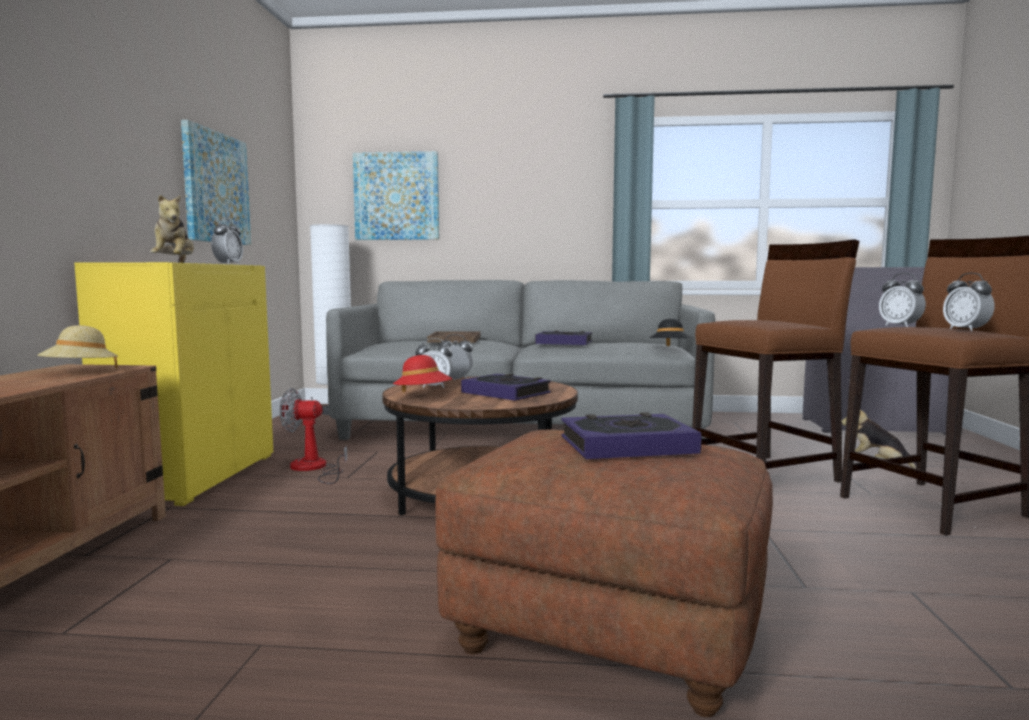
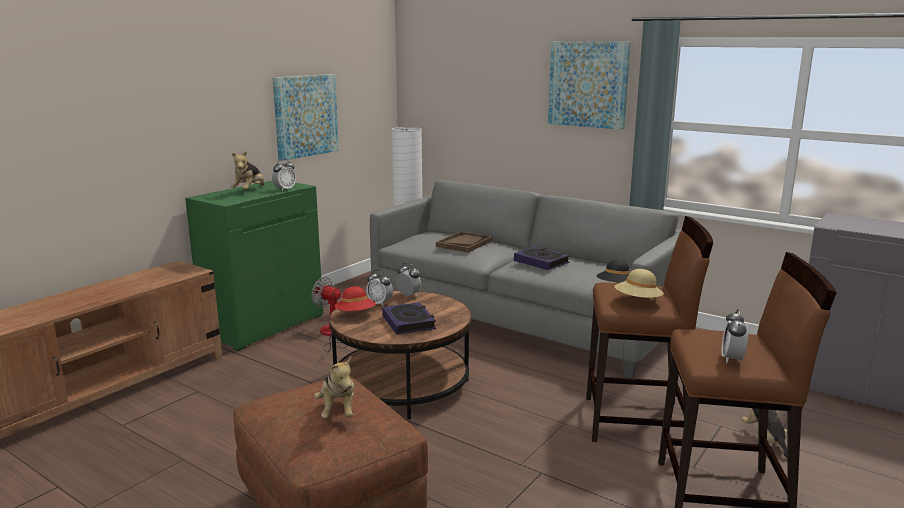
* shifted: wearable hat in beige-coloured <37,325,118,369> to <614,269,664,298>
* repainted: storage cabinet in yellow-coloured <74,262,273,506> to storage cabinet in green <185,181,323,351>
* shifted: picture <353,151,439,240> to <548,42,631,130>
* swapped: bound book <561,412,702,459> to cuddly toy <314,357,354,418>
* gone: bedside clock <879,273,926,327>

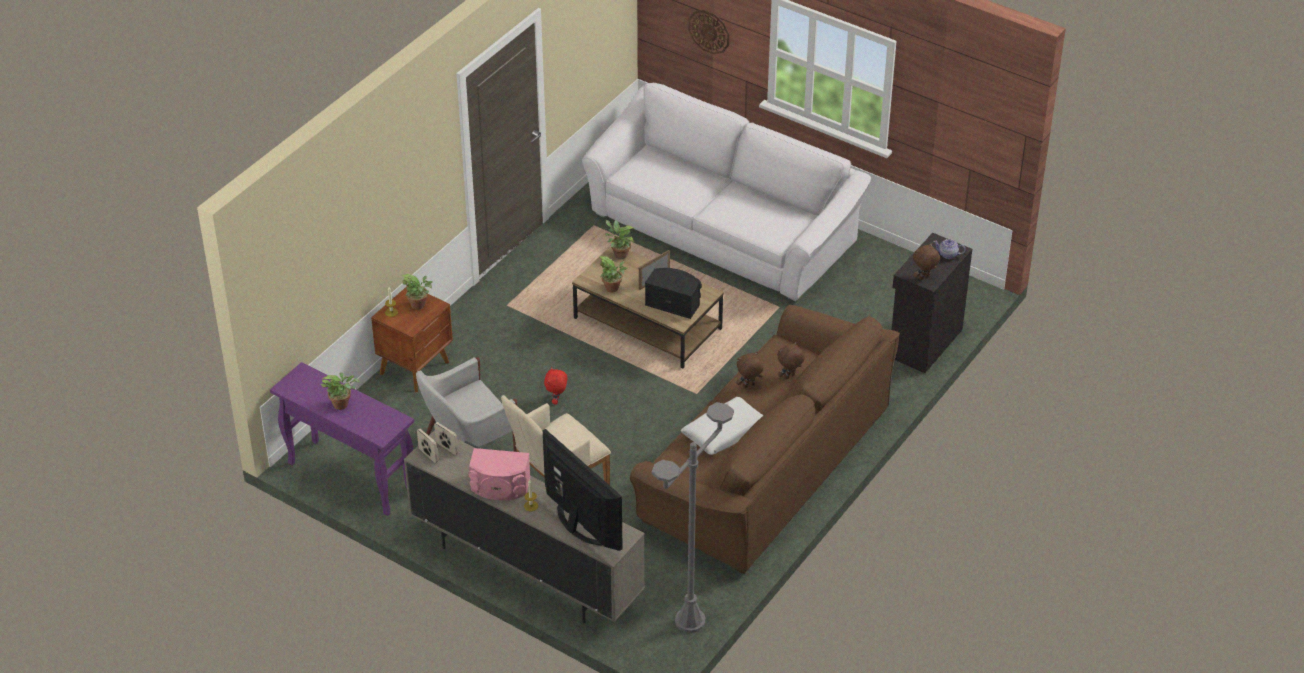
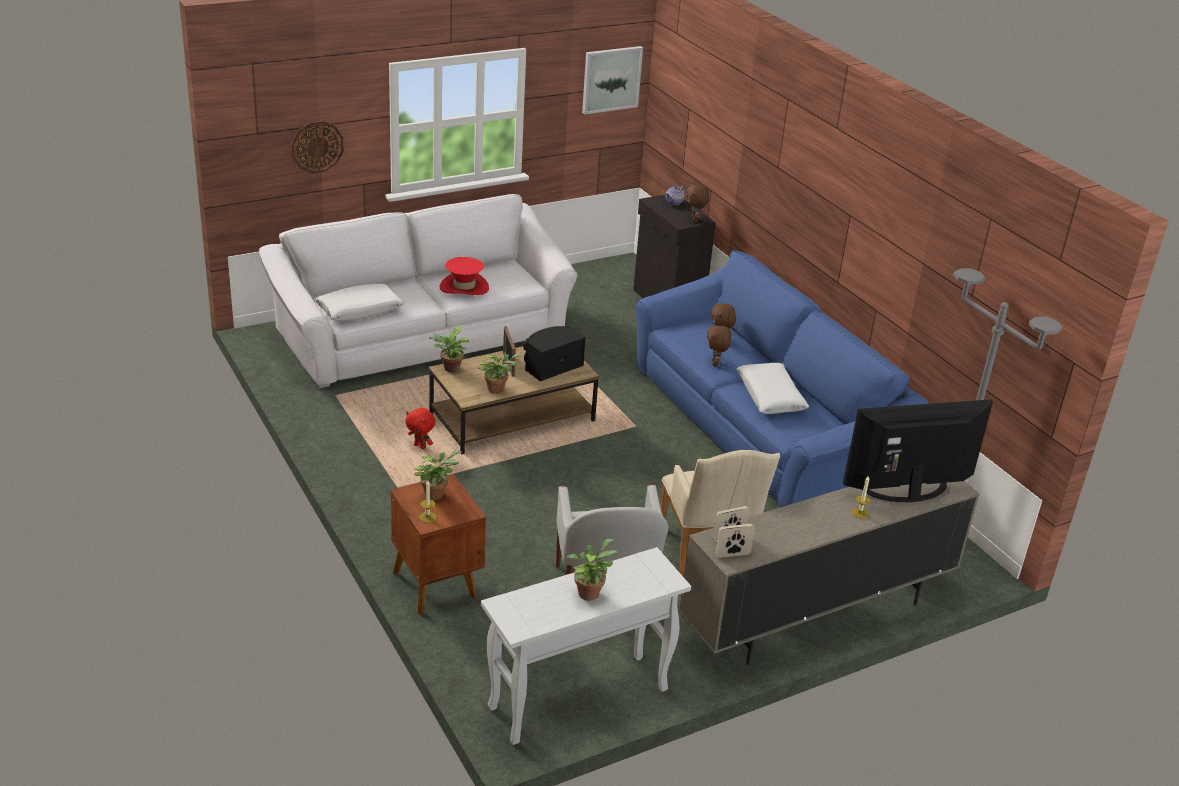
* repainted: narrow table in purple-coloured <270,362,414,516> to narrow table in whitish <481,547,691,745>
* gone: audio speaker in pink-coloured <468,448,530,500>
* shifted: cuddly toy in red <544,367,568,405> to <405,408,435,449>
* repainted: settee in brownish <630,305,900,574> to settee in blue <635,250,929,507>
* new: throw pillow in whitish <315,284,404,321>
* new: wearable hat in red <440,257,489,295>
* new: picture <582,46,643,115>

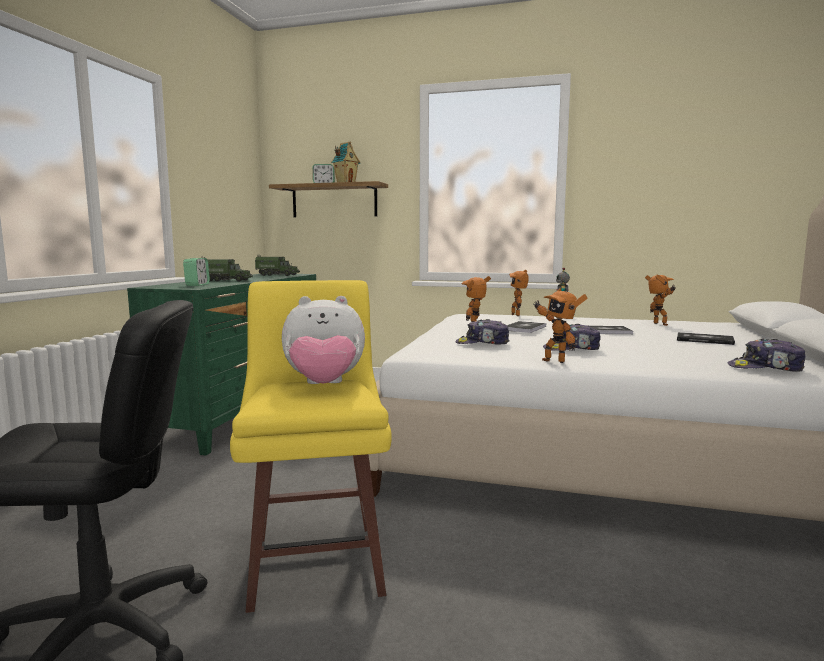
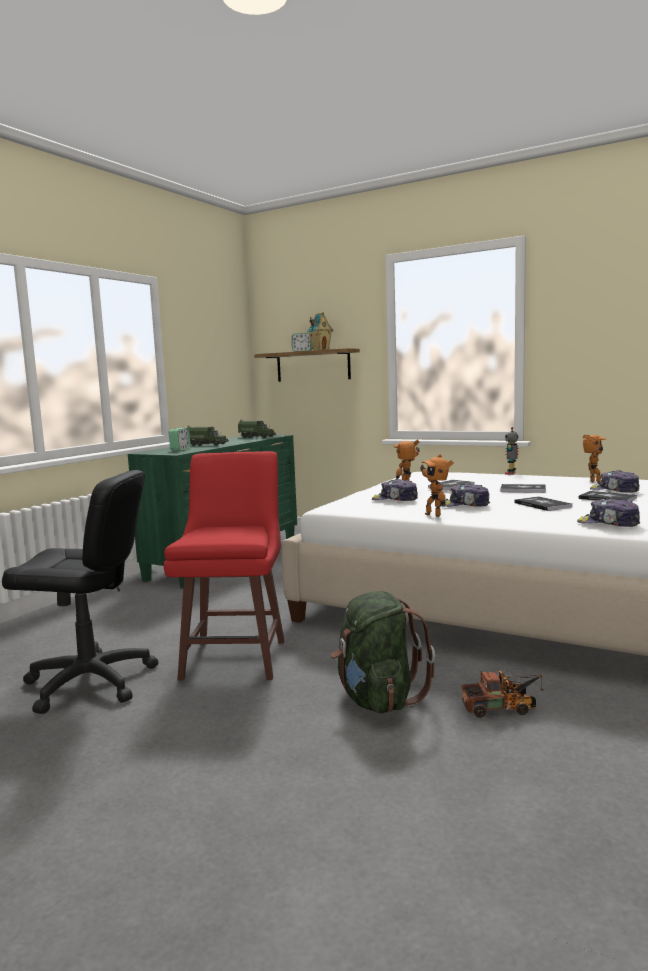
* repainted: stool seat in yellow-coloured <230,280,392,613> to stool seat in red <164,451,285,680>
* gone: cuddly toy <282,296,365,384>
* gone: robot figure <509,270,529,316>
* new: backpack in green <331,591,435,713>
* new: model truck <462,670,544,718>
* new: bound book <514,496,573,511>
* new: cap <590,471,640,493>

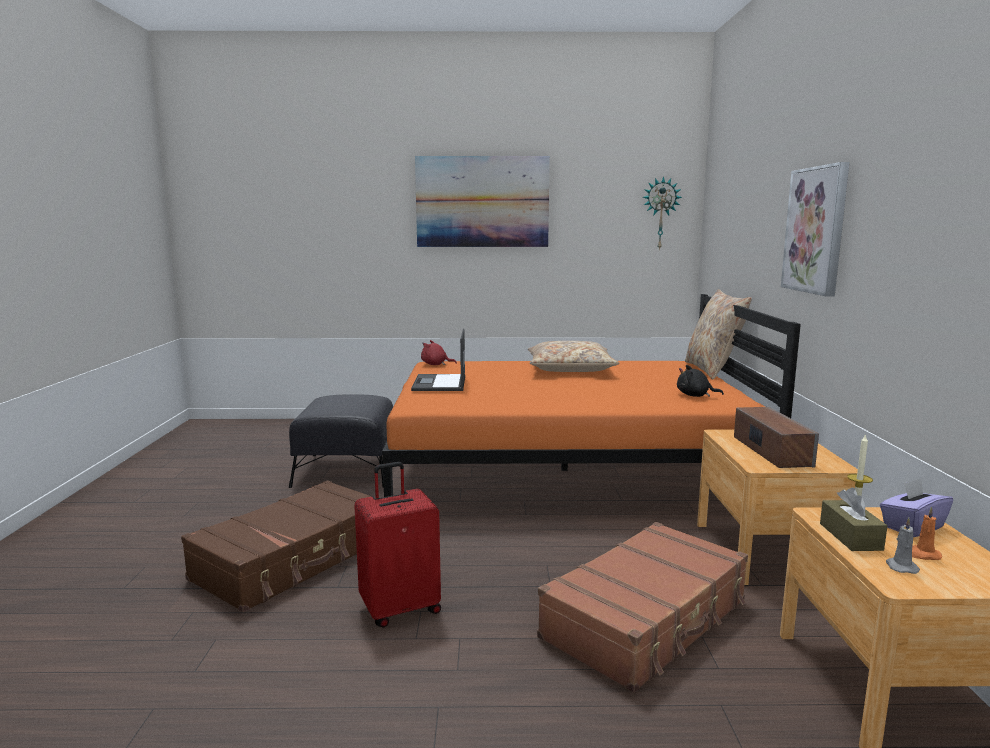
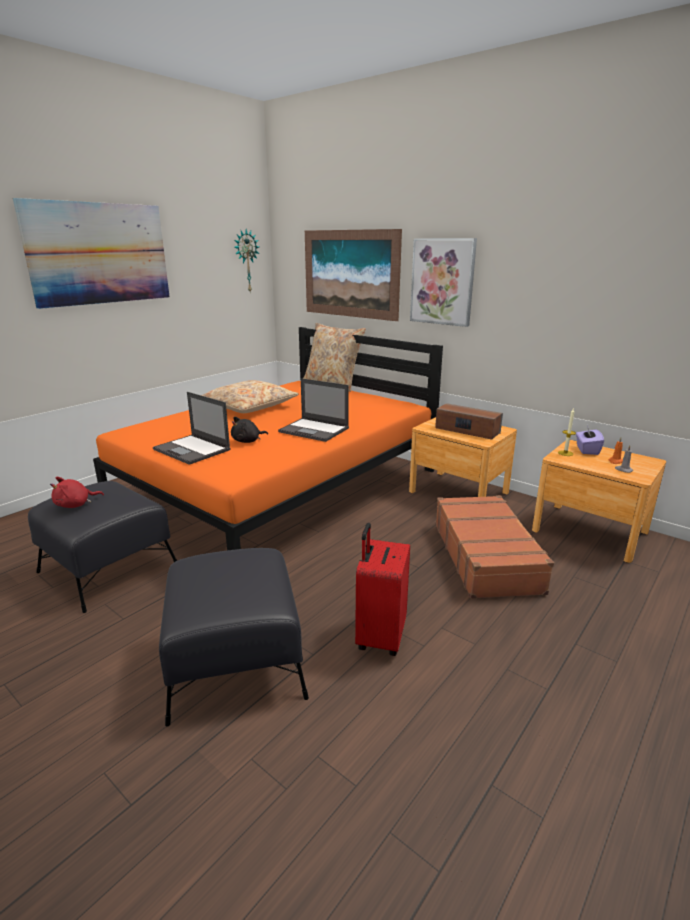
* swapped: travel case in brownish <181,480,376,612> to footrest in black-coloured <159,548,309,726>
* shifted: cuddly toy in red <421,340,457,365> to <50,477,104,508>
* shifted: cuddly toy in black-coloured <677,365,724,397> to <231,417,268,443>
* gone: tissue box in brownish <820,487,887,551>
* new: portable computer <278,378,349,442>
* new: picture <305,229,402,321>

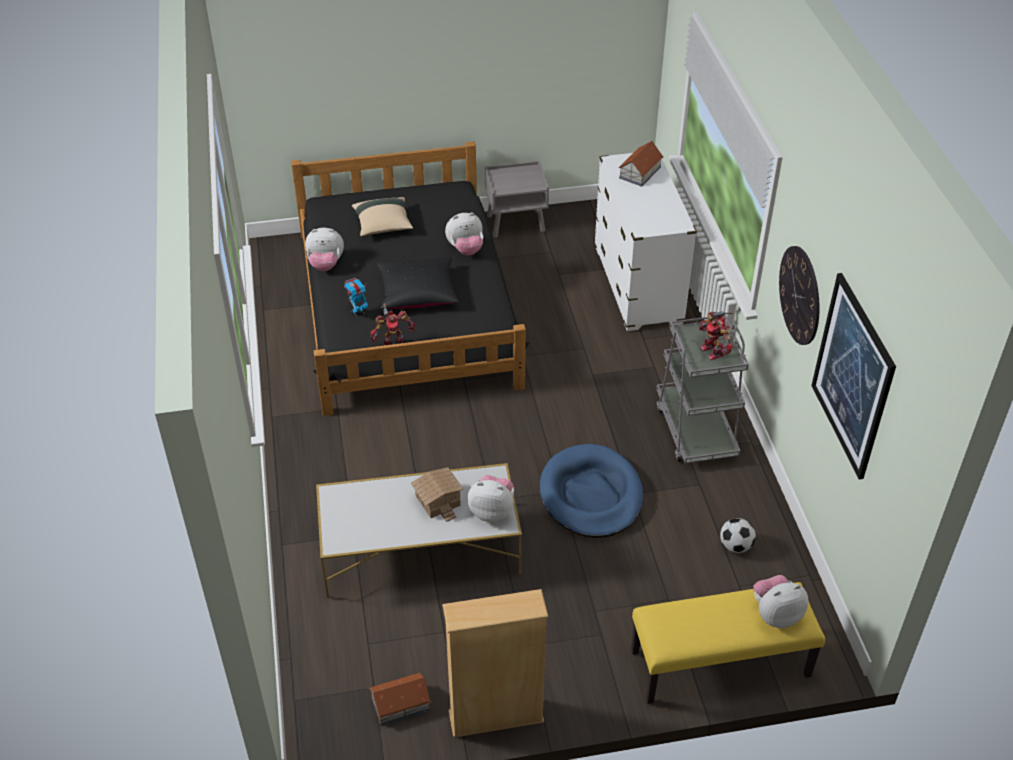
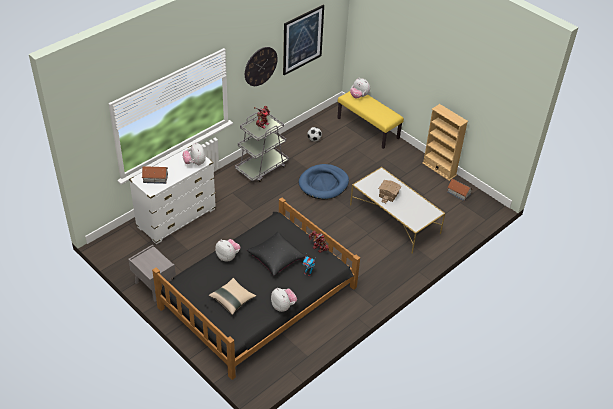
* shifted: cuddly toy <467,475,514,522> to <183,142,206,165>

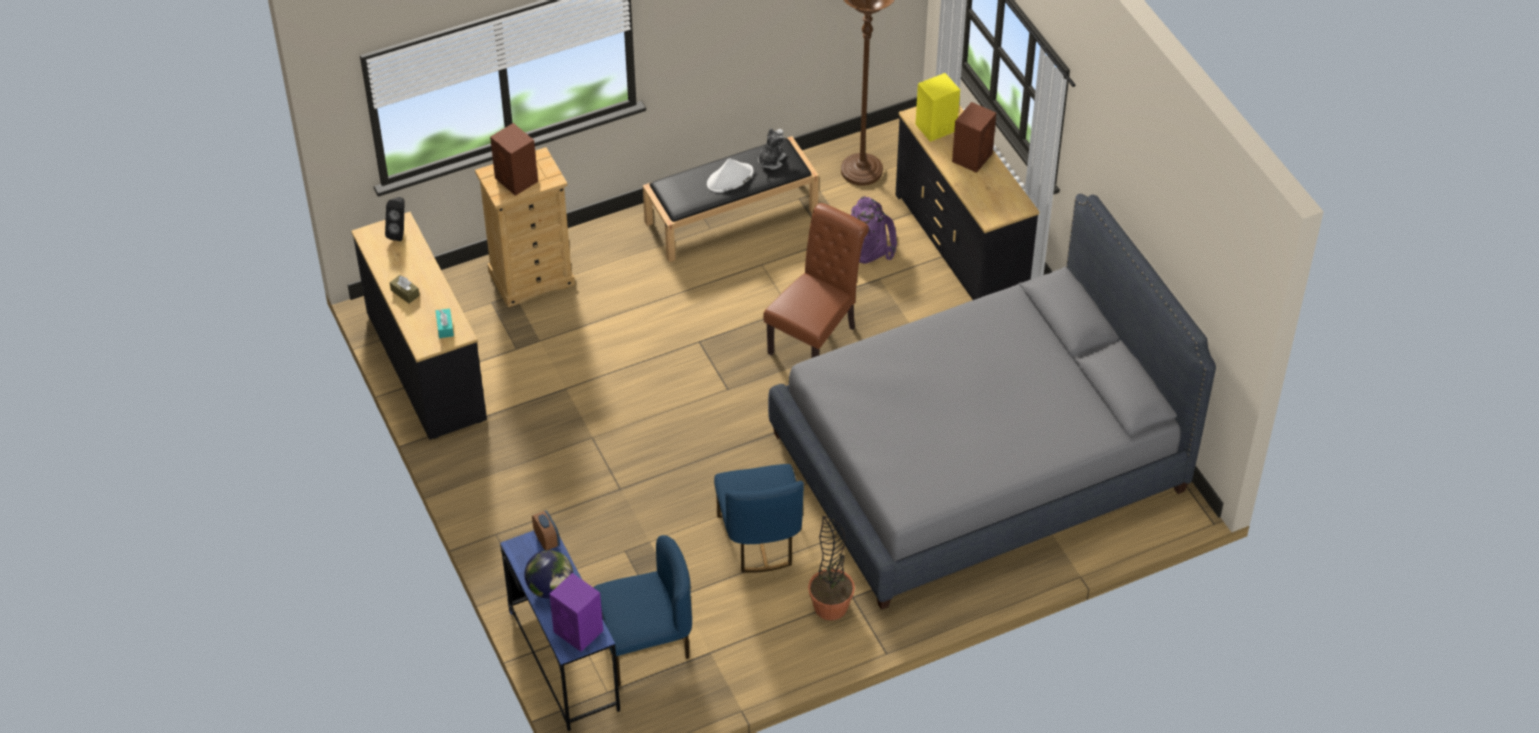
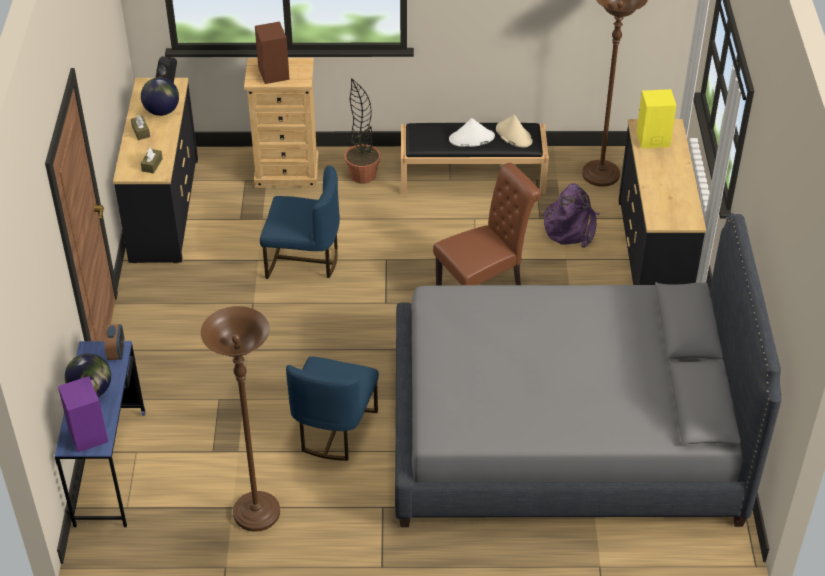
* repainted: tissue box in blue-green <436,309,454,338> to tissue box in brownish <141,148,163,174>
* shifted: upright chair in blue <593,535,692,687> to <260,166,340,279>
* swapped: cuddly toy <758,128,786,170> to wearable hat in beige-coloured <496,115,532,147>
* shifted: potted plant <808,516,855,621> to <345,78,380,184>
* gone: audio speaker in brownish <952,102,996,173>
* new: globe <141,77,179,116>
* new: standard lamp in brownish <201,306,280,532>

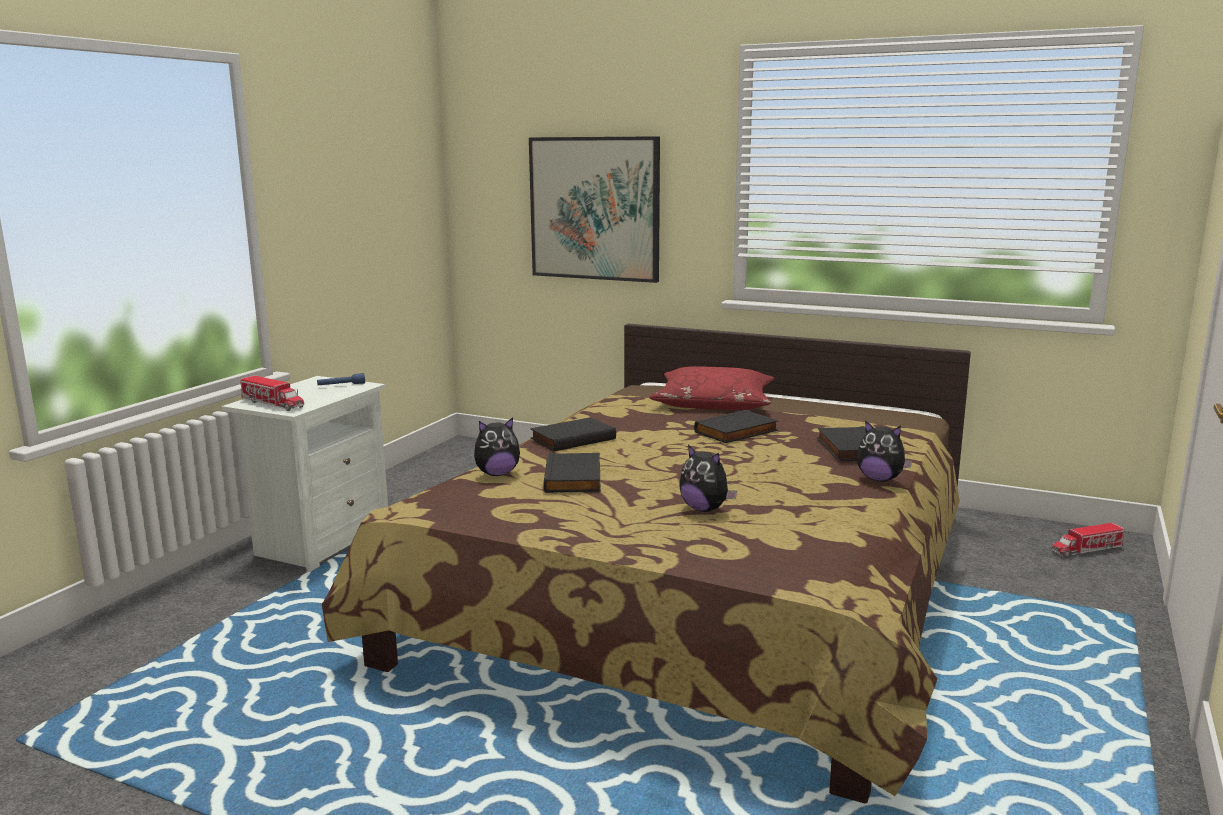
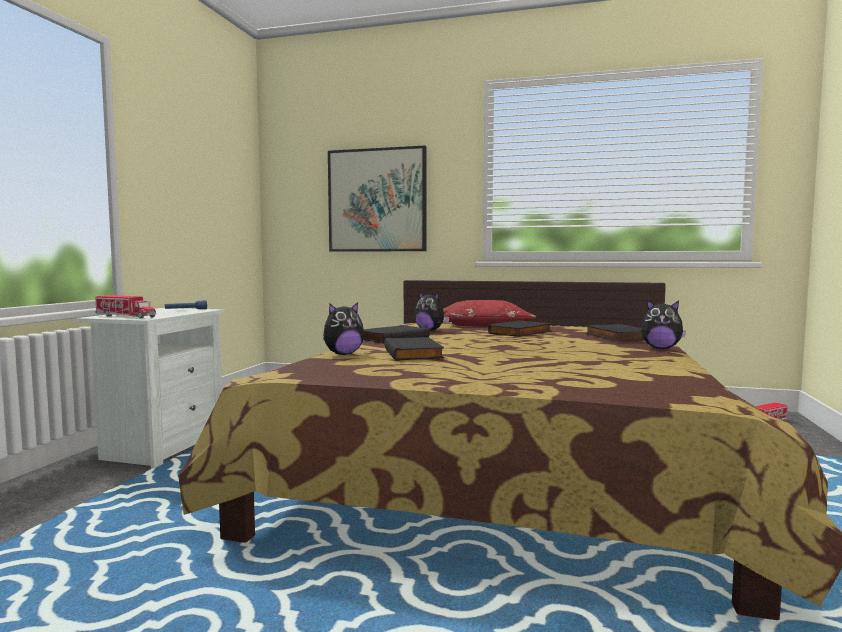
* shifted: cuddly toy <679,444,737,512> to <414,292,449,331>

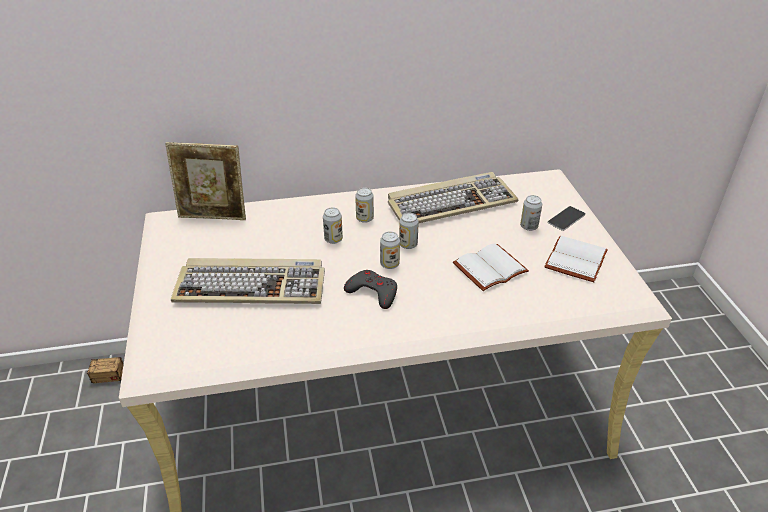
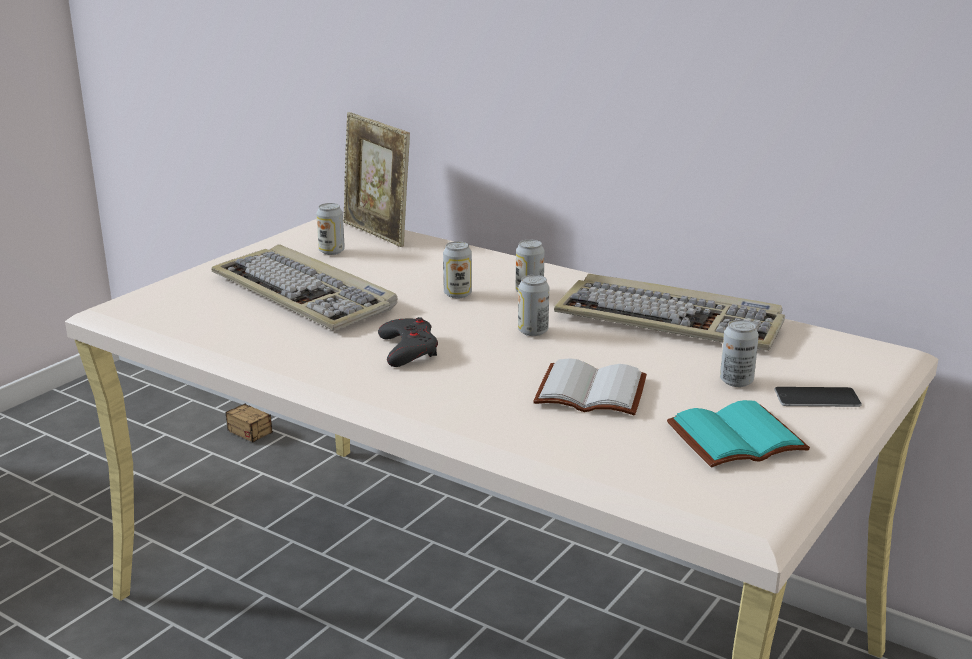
* shifted: metal can <380,231,400,269> to <316,203,345,255>
* repainted: bound book in whitish <544,236,608,282> to bound book in blue-green <667,400,810,467>

